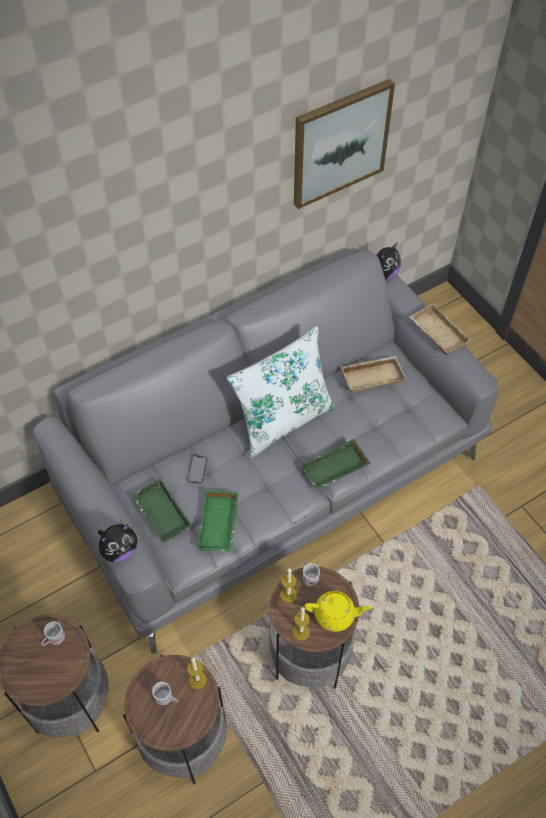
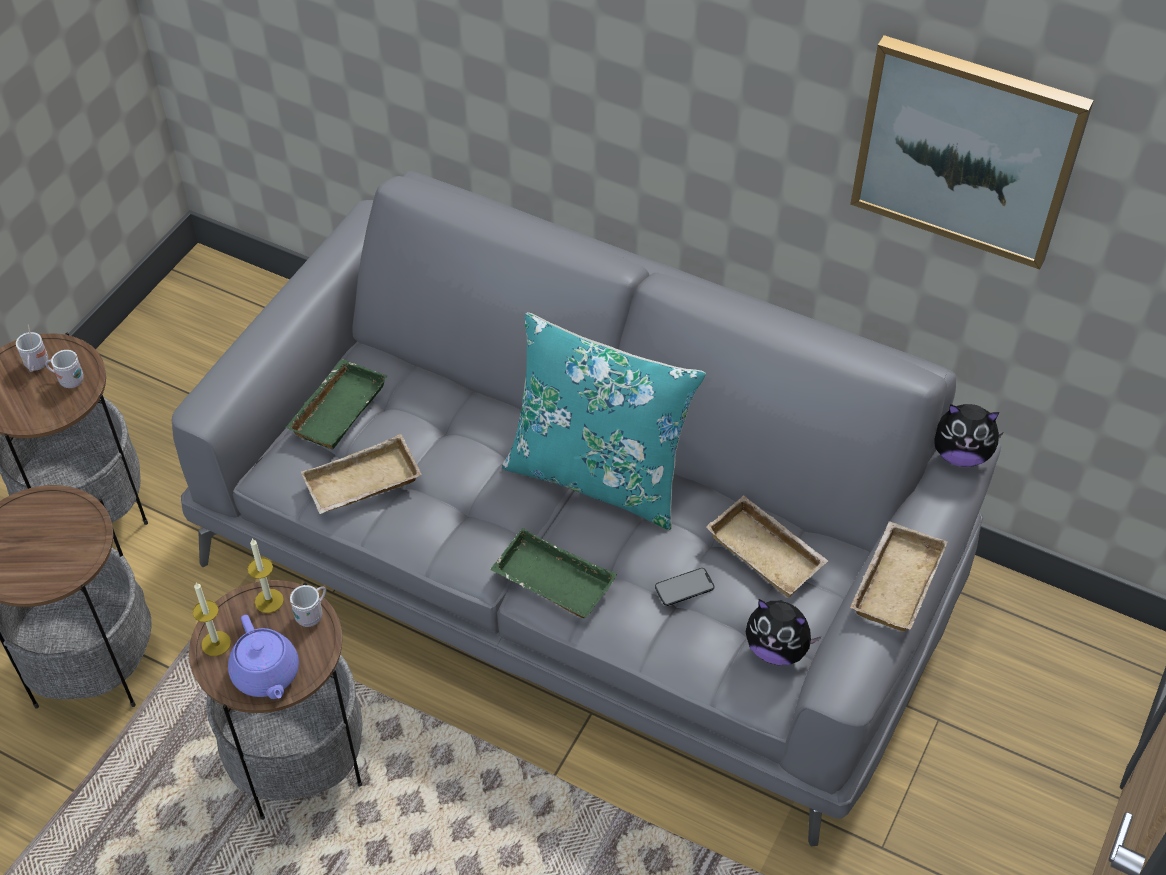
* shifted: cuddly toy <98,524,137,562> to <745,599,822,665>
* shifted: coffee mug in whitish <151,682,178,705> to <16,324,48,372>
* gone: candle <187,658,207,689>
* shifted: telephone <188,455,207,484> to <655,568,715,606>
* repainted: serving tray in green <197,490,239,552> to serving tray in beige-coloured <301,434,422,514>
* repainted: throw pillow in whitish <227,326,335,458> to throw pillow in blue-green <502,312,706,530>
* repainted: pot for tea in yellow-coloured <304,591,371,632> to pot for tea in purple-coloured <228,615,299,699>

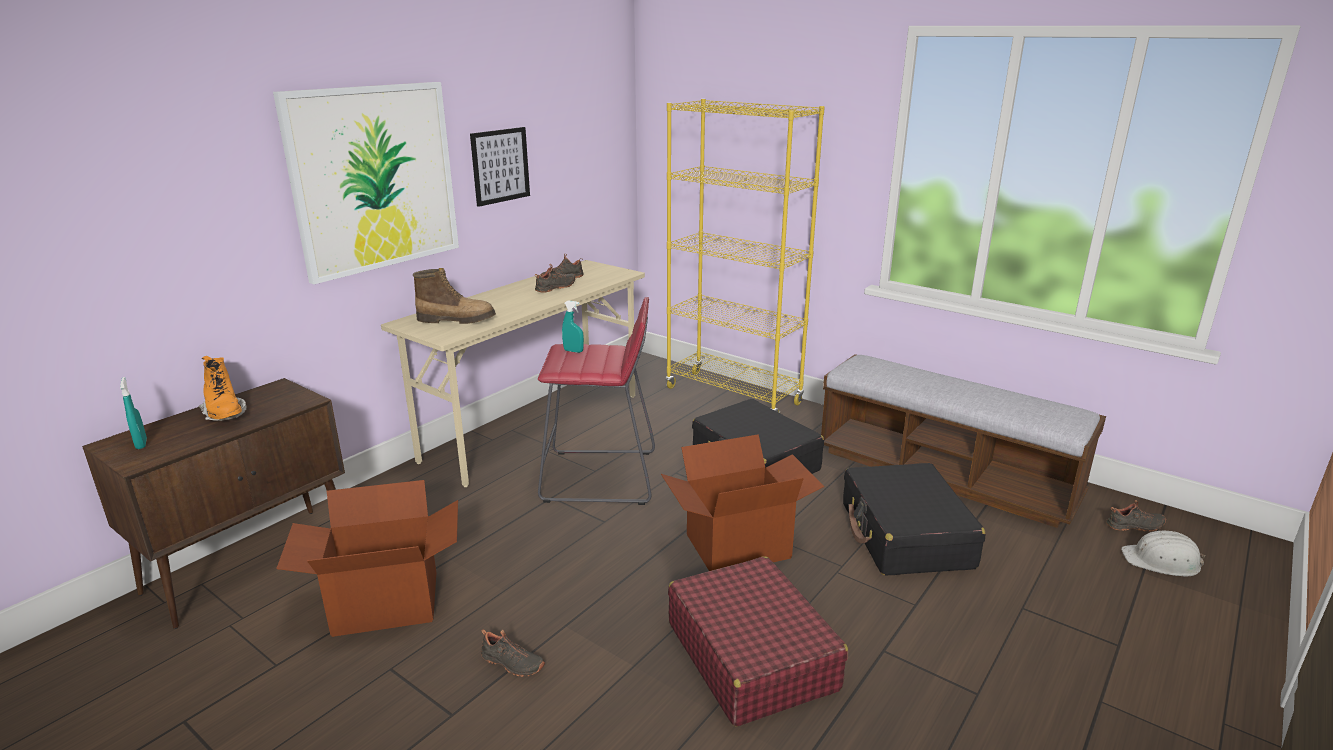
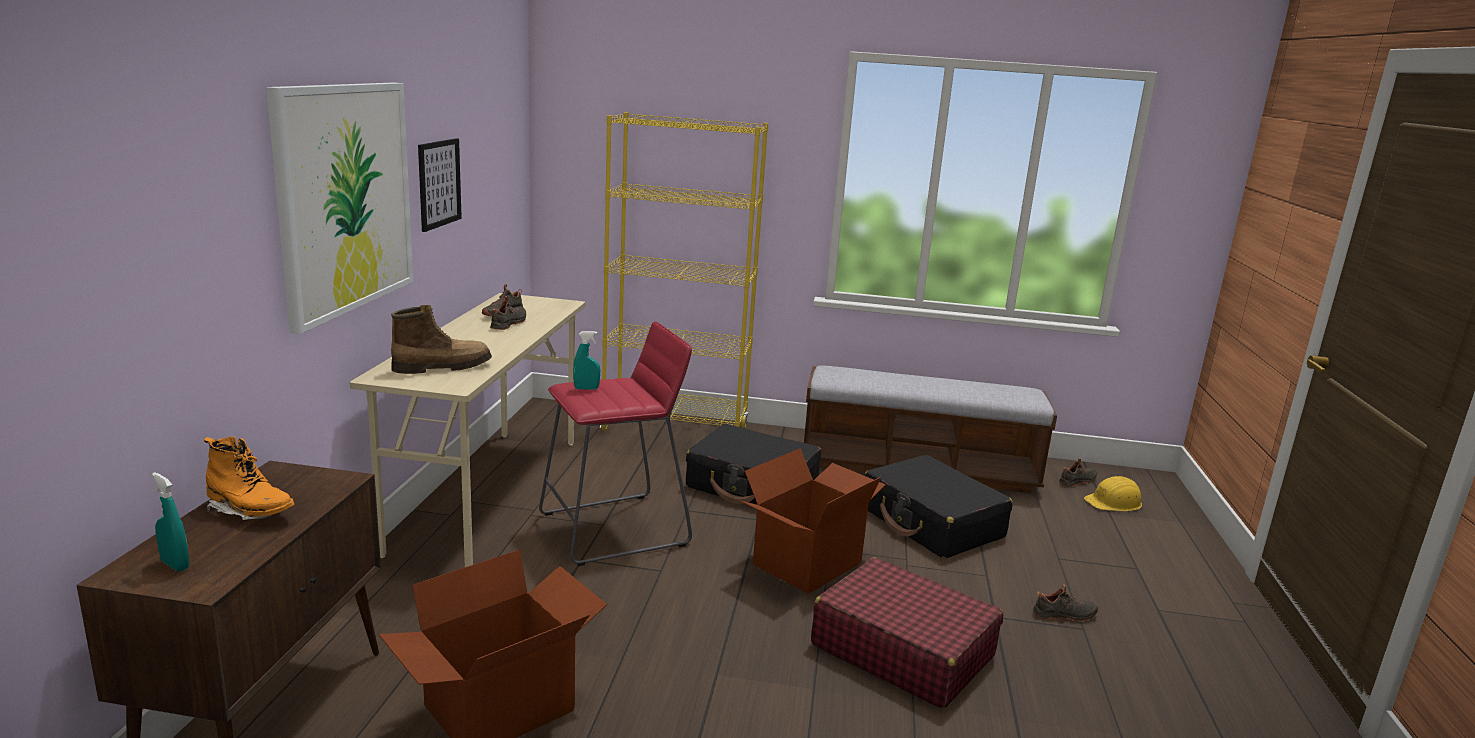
* shifted: shoe in black-coloured <481,629,545,677> to <1033,584,1098,621>
* repainted: safety helmet in whitish <1121,531,1205,577> to safety helmet in yellow-coloured <1084,476,1142,511>

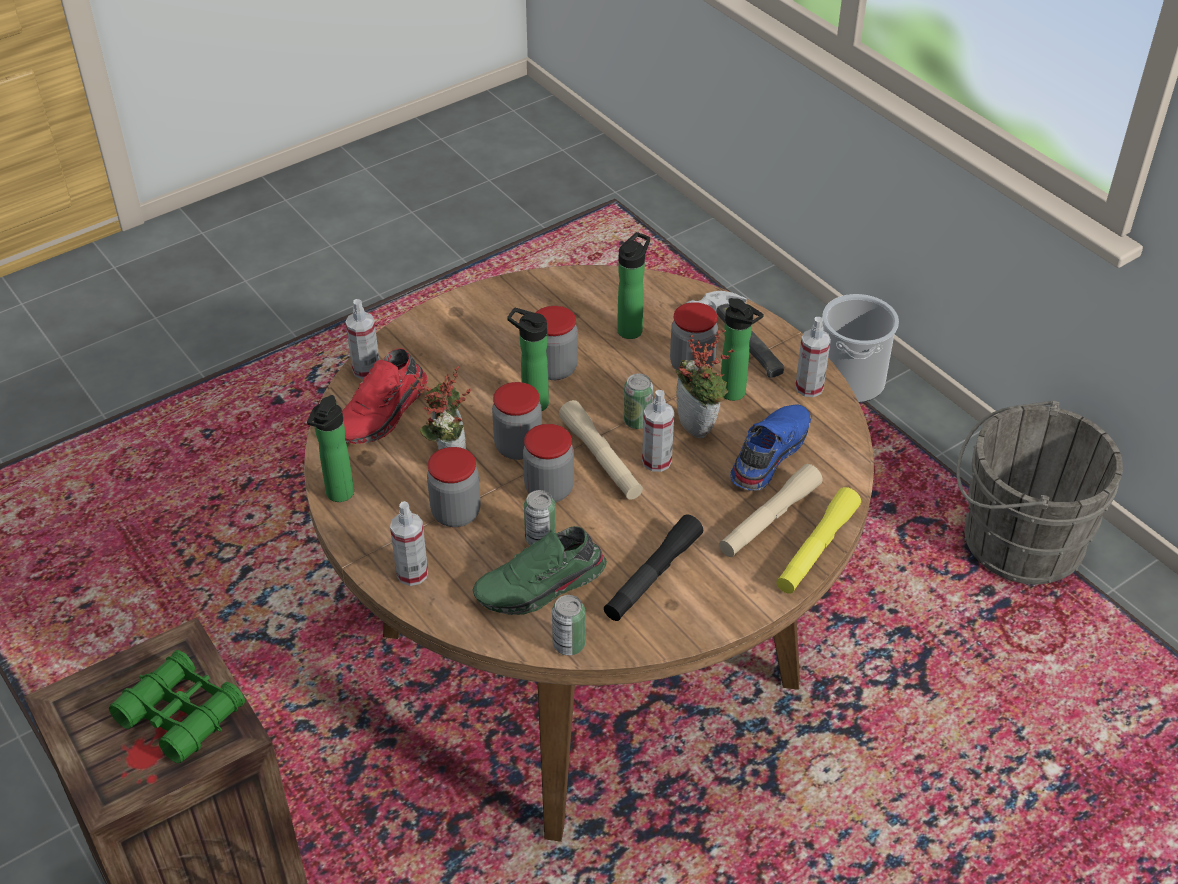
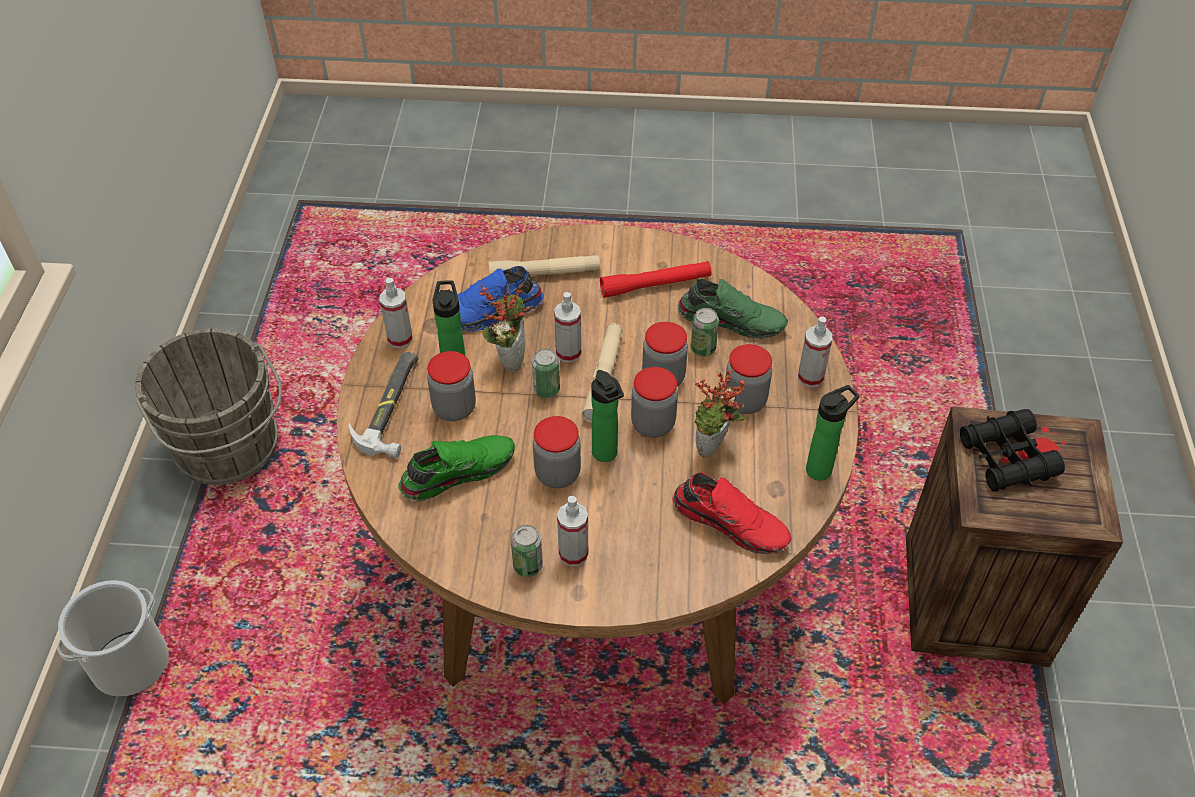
* repainted: binoculars in green <109,650,245,763> to binoculars in black-coloured <960,409,1065,492>
* rotated: shoe in red <342,348,427,444> = <672,473,792,554> 45 degrees clockwise
* shifted: sprayer <345,299,379,379> to <557,496,588,566>
* shifted: metal can <552,595,586,655> to <511,525,543,577>
* repainted: hand torch in black-coloured <604,514,703,621> to hand torch in red <600,261,711,298>
* swapped: beverage bottle <617,232,650,339> to shoe in green <398,435,515,501>
* gone: hand torch in yellow-coloured <776,487,861,594>

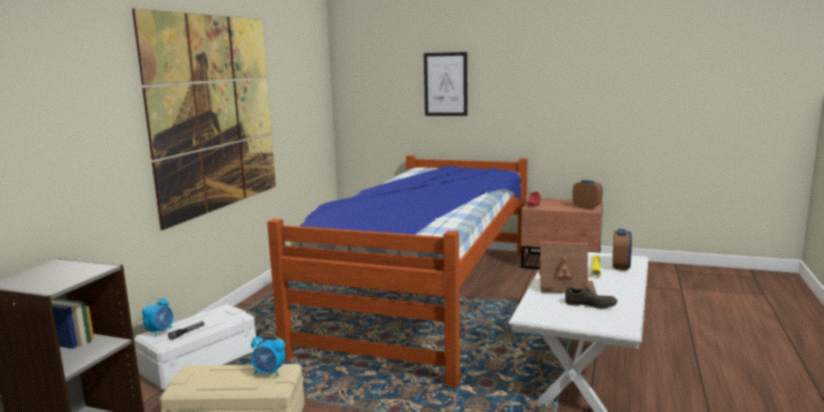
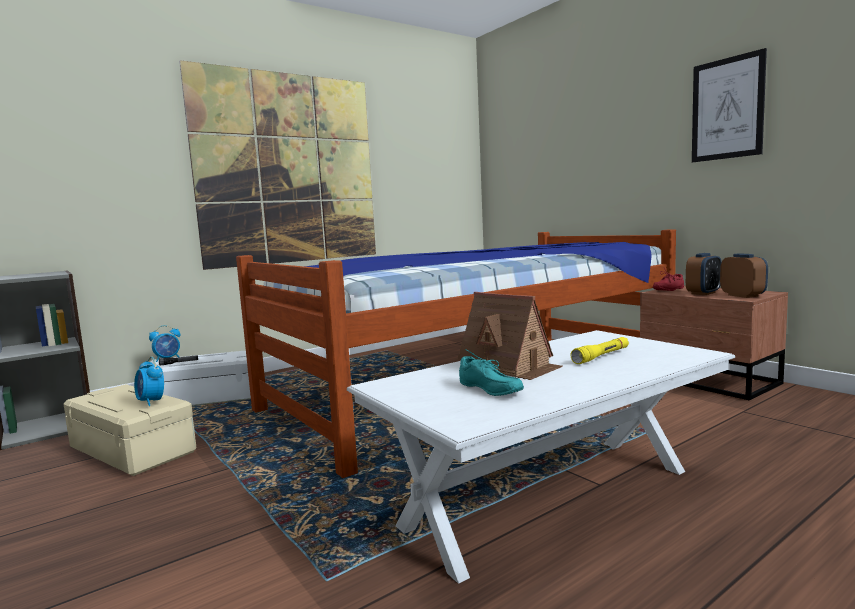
* shifted: picture <424,52,467,116> to <692,48,767,162>
* repainted: shoe in greyish <565,285,617,309> to shoe in blue-green <459,350,524,396>
* shifted: bedside clock <613,229,632,270> to <686,253,722,295>

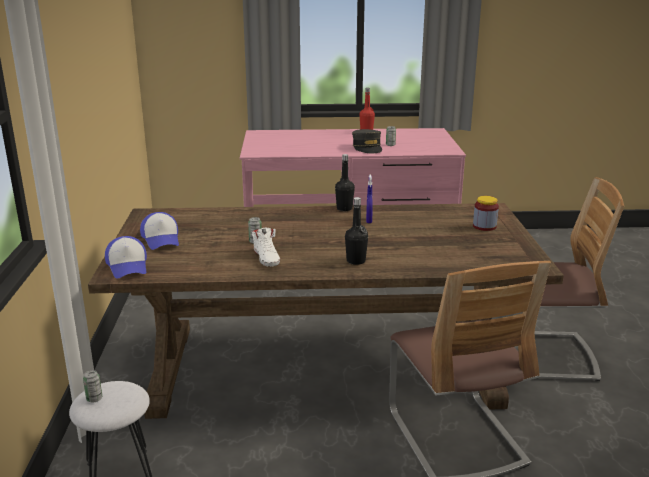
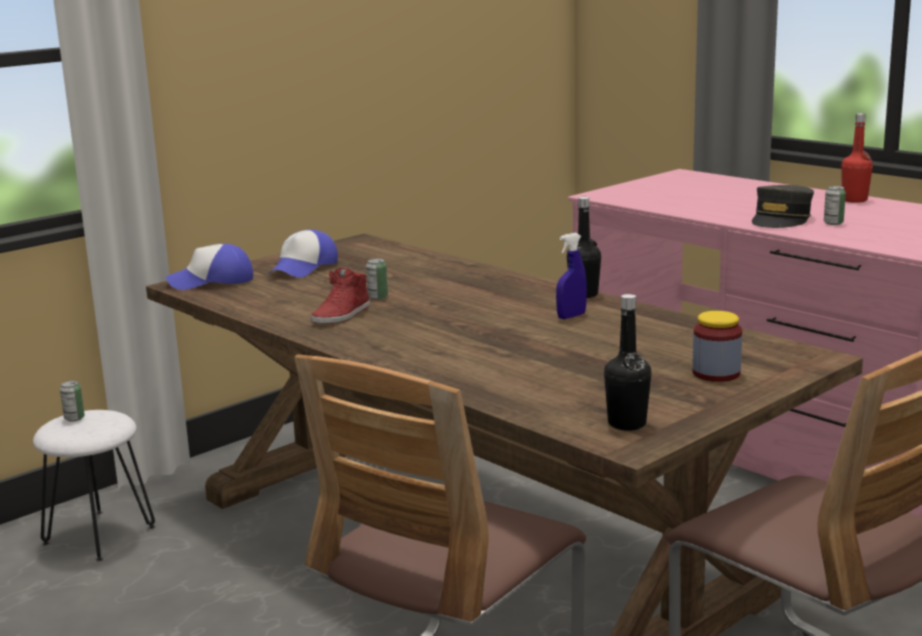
* rotated: cap <105,236,147,279> = <165,244,253,290> 45 degrees clockwise
* repainted: shoe in whitish <252,228,280,267> to shoe in red <311,268,370,324>
* shifted: beverage bottle in black-coloured <345,197,368,265> to <604,294,651,431>

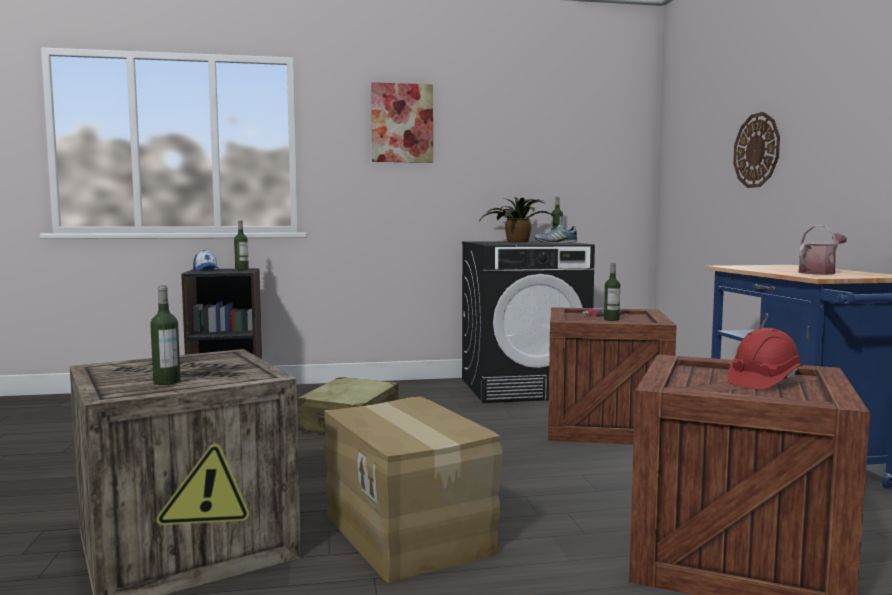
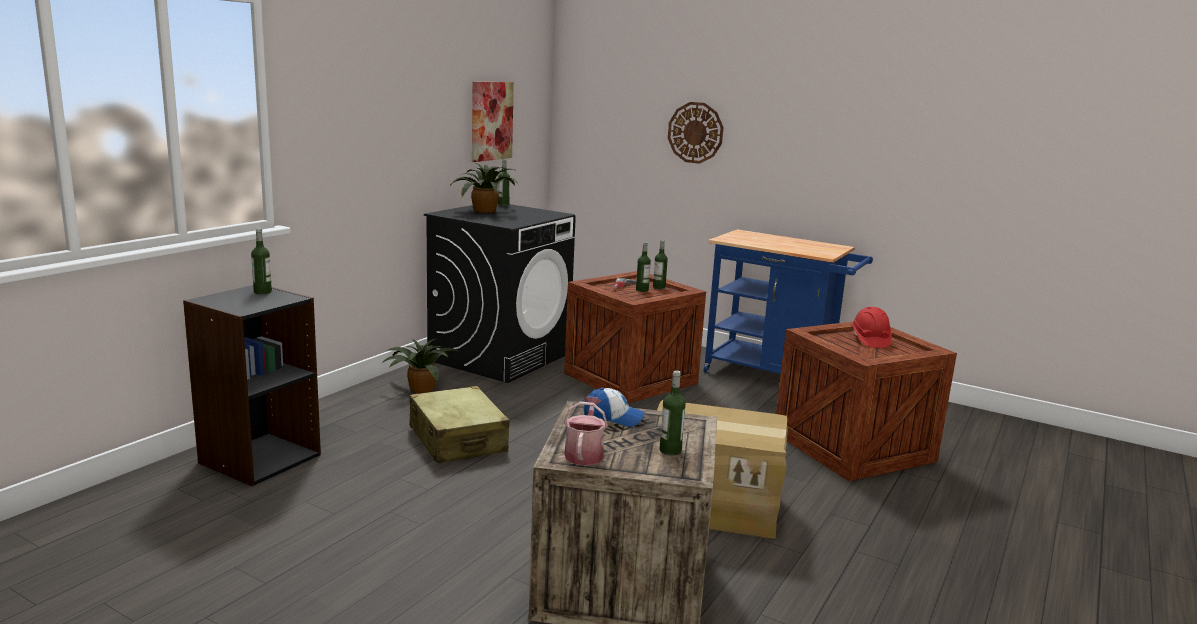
* shifted: cap <193,250,220,271> to <584,388,645,427>
* shifted: picture <371,82,433,163> to <472,82,514,162>
* gone: shoe <534,224,578,244>
* shifted: watering can <798,225,847,274> to <564,397,608,465>
* new: potted plant <381,339,459,393>
* new: beverage bottle <653,240,668,289>

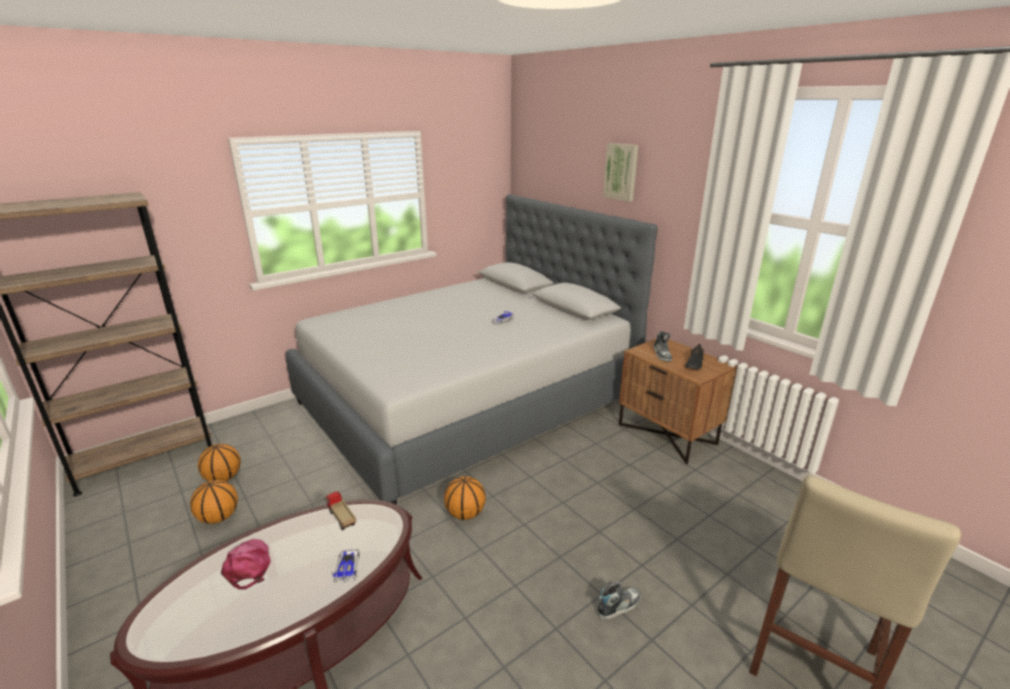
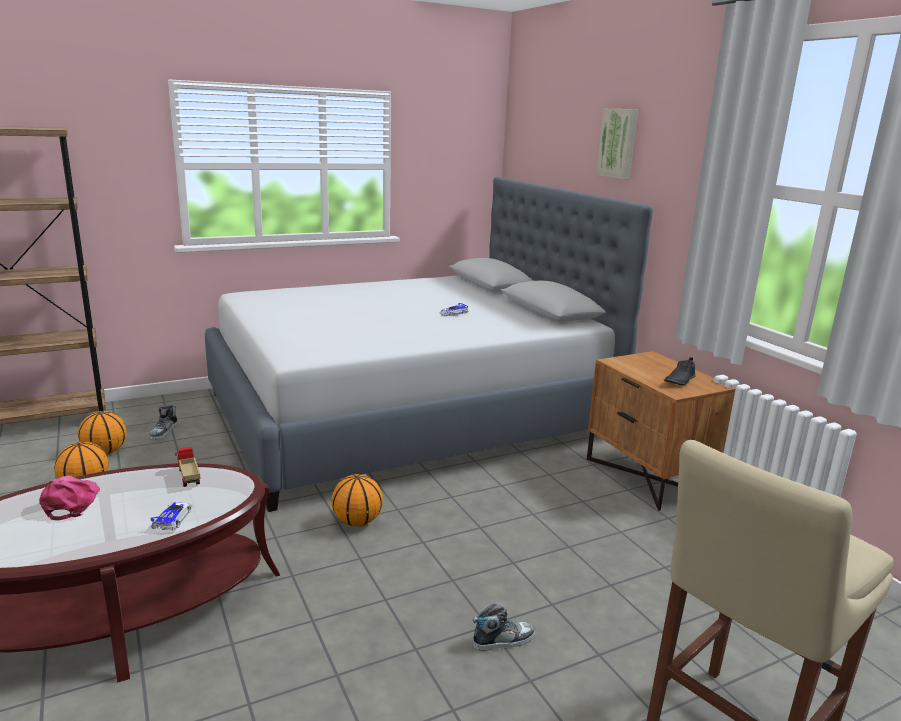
* shifted: shoe <654,331,672,361> to <149,405,178,439>

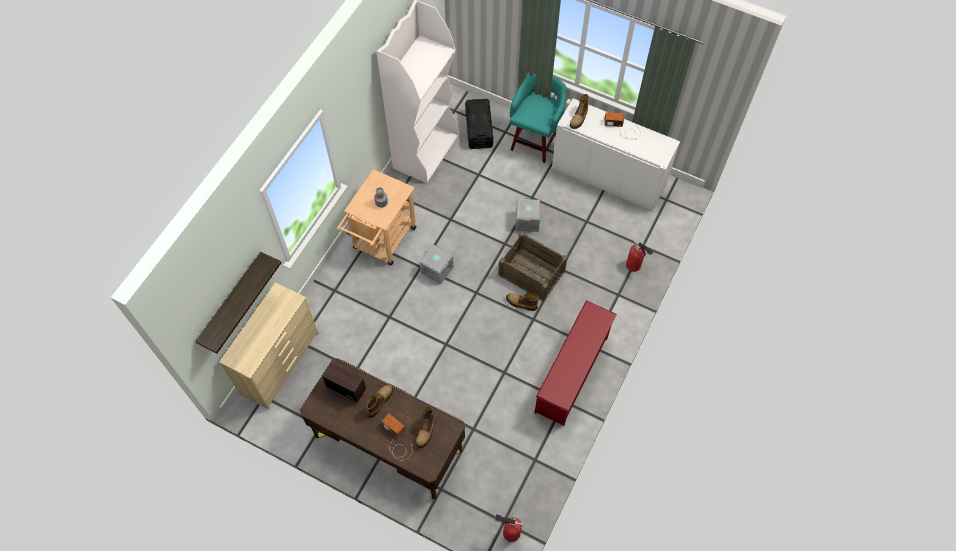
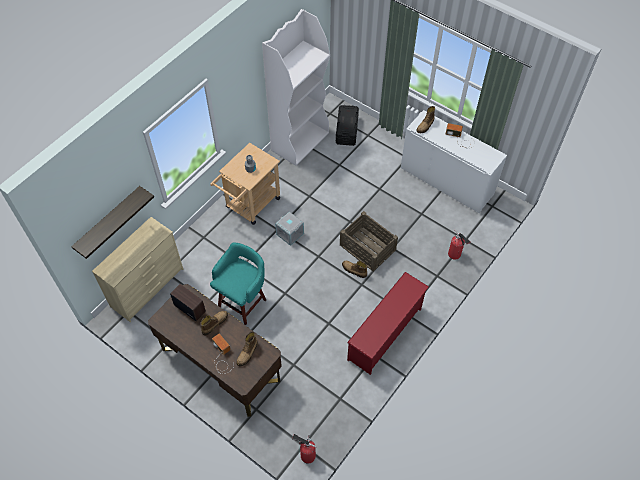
* shifted: stool seat in blue-green <510,73,566,163> to <210,243,266,325>
* gone: storage container in greyish <516,198,540,232>

